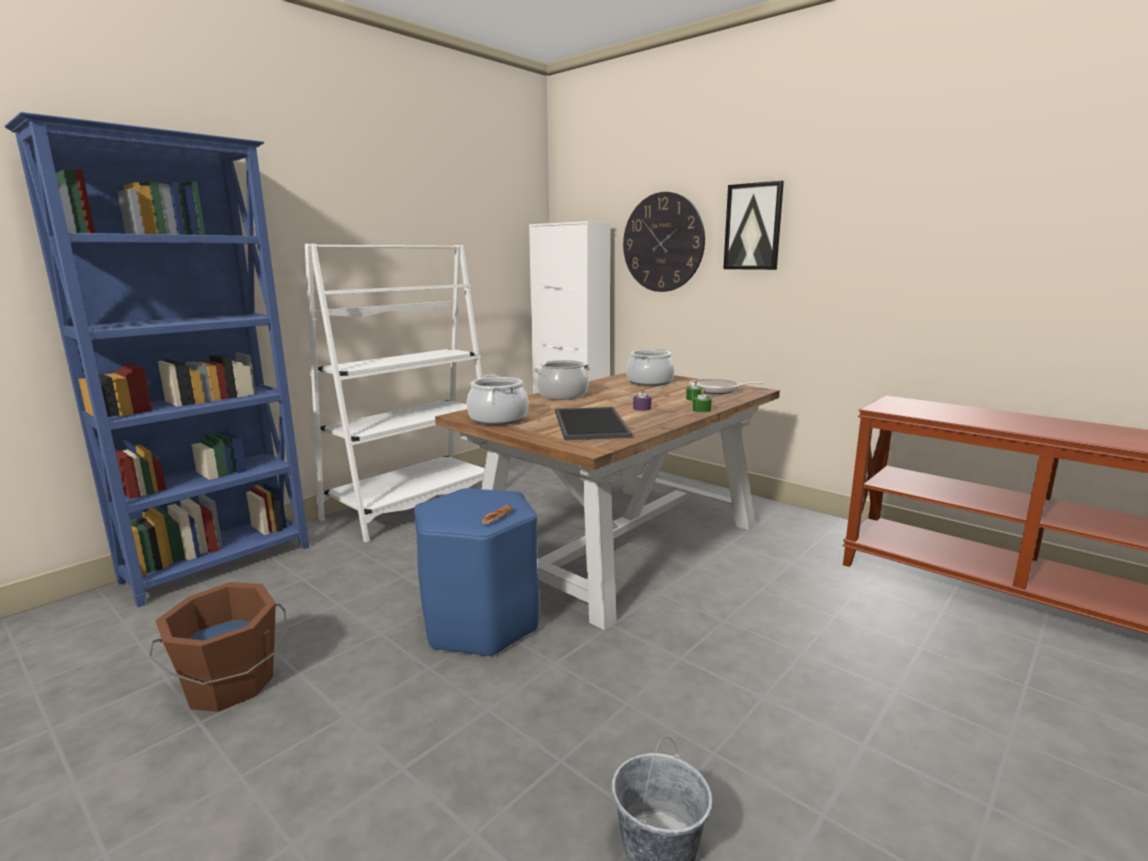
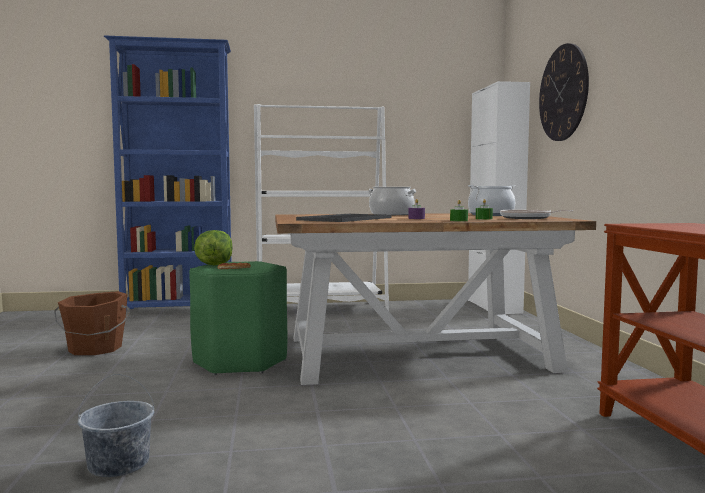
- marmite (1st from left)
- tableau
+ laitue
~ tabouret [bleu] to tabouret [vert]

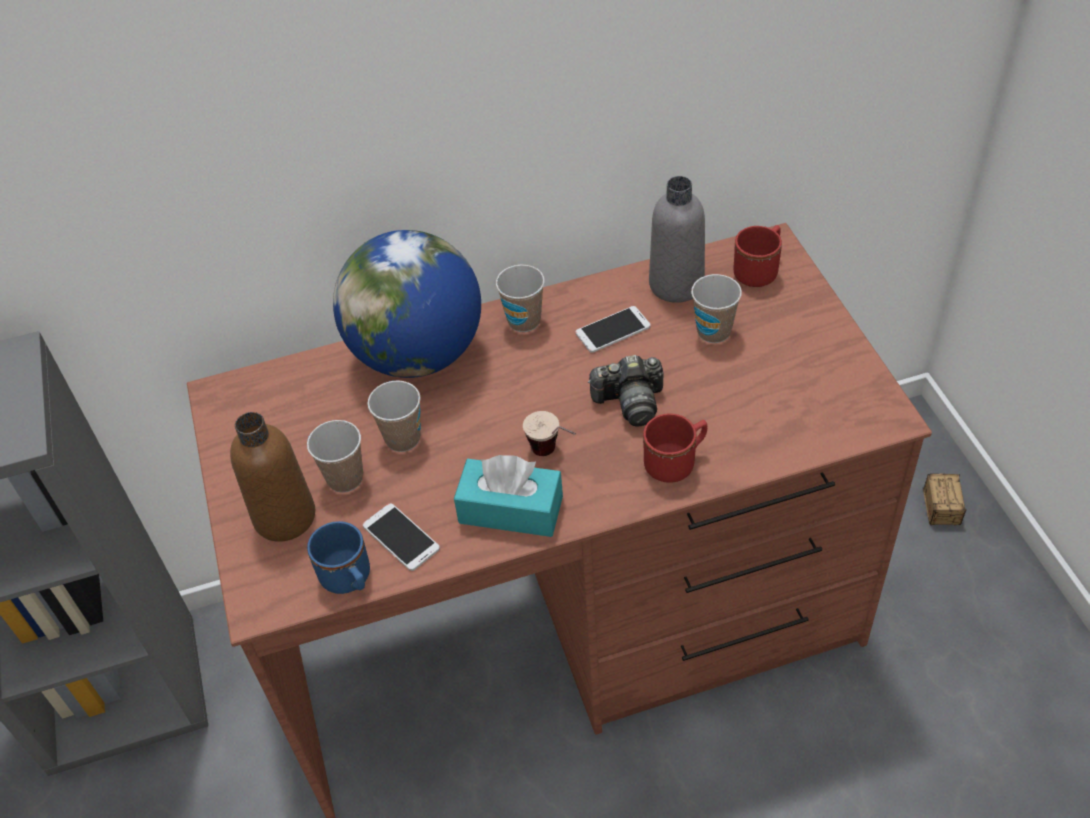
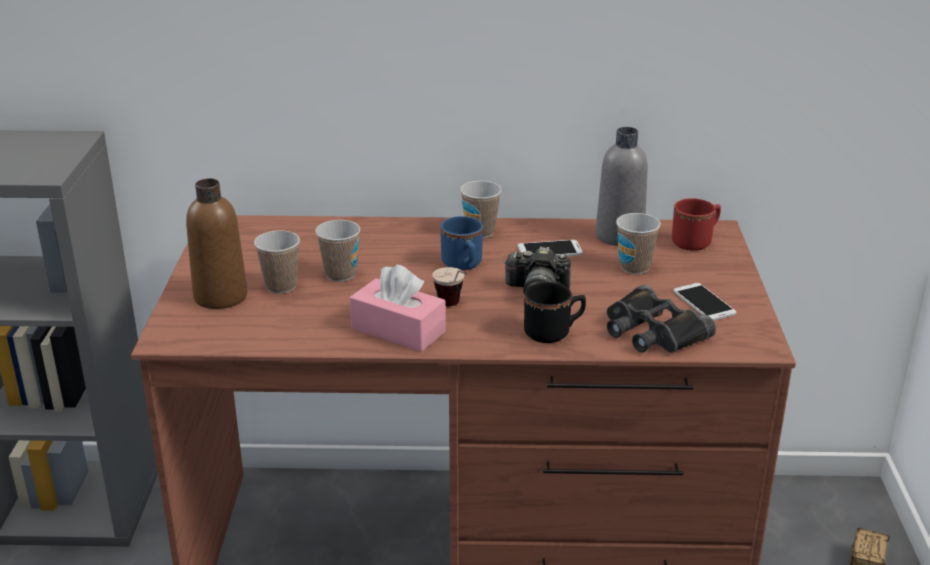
- globe
+ jumelles [noir]
~ mug [bleu]
~ téléphone (1st from left in the first image) to téléphone (2nd from left)
~ boîte à mouchoirs [turquoise] to boîte à mouchoirs [rose]
~ mug [rouge] (1st from left) to mug [noir]

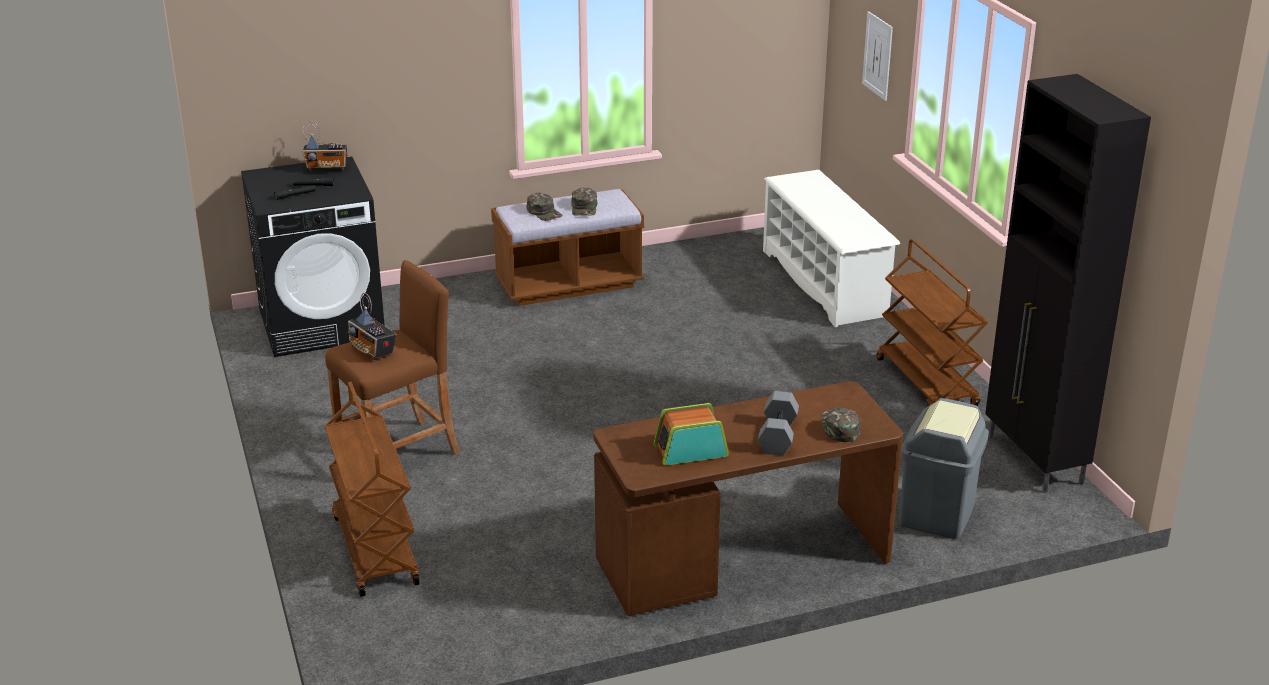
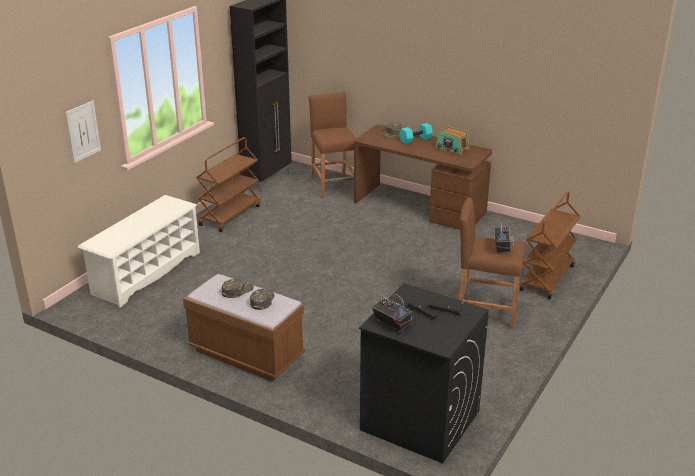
~ poubelle [gris] to tabouret [marron] (1st from left)
~ haltère [gris] to haltère [turquoise]

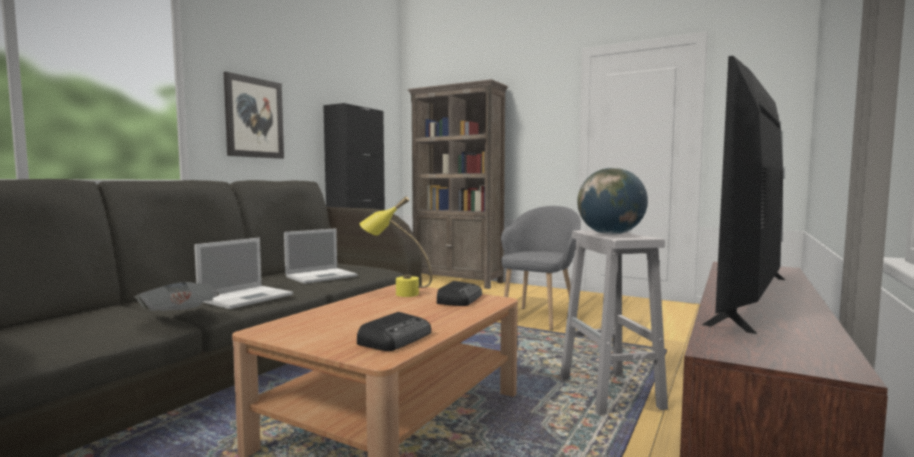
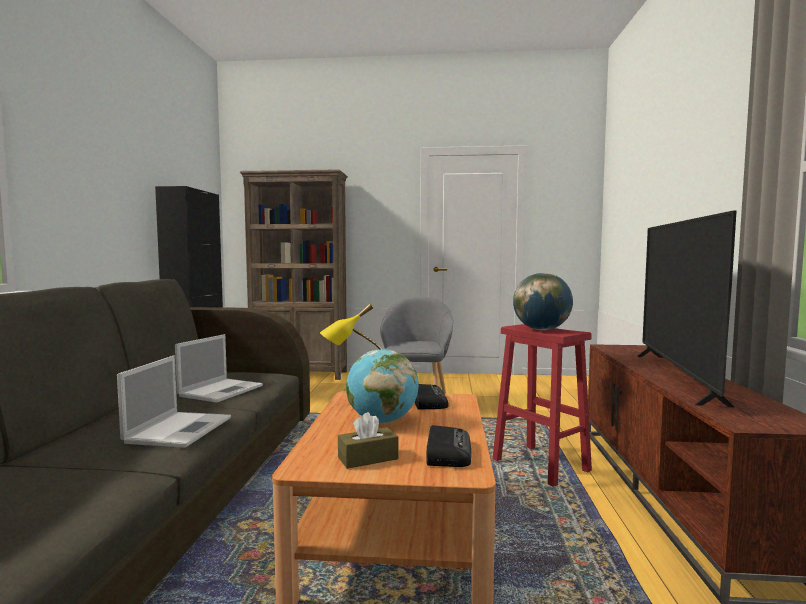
- journal
- tableau
+ boîte à mouchoirs [marron]
+ globe (1st from left)
~ tabouret [blanc] to tabouret [rouge]

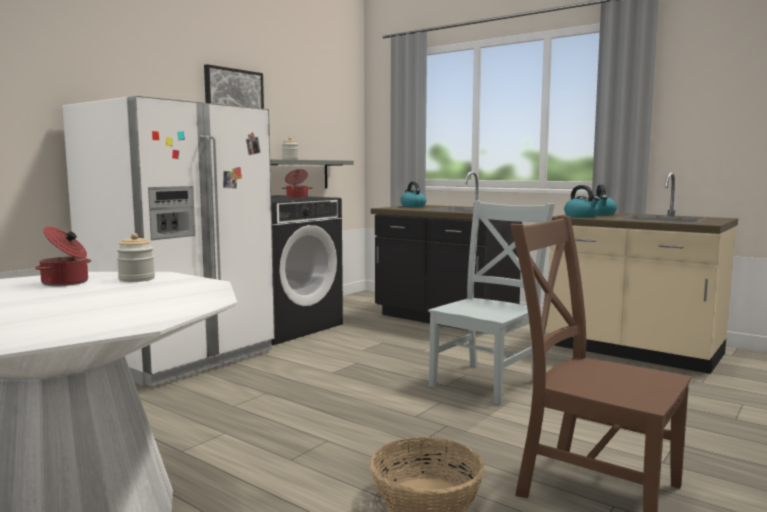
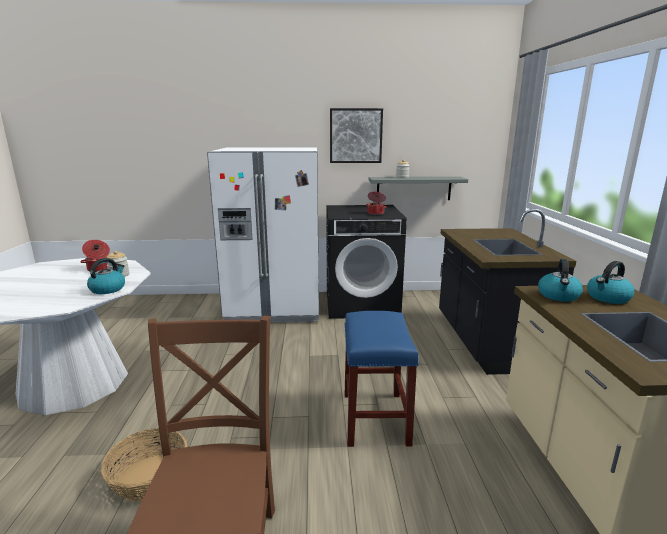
~ bouilloire (1st from left)
~ chaise [gris] to tabouret [bleu]

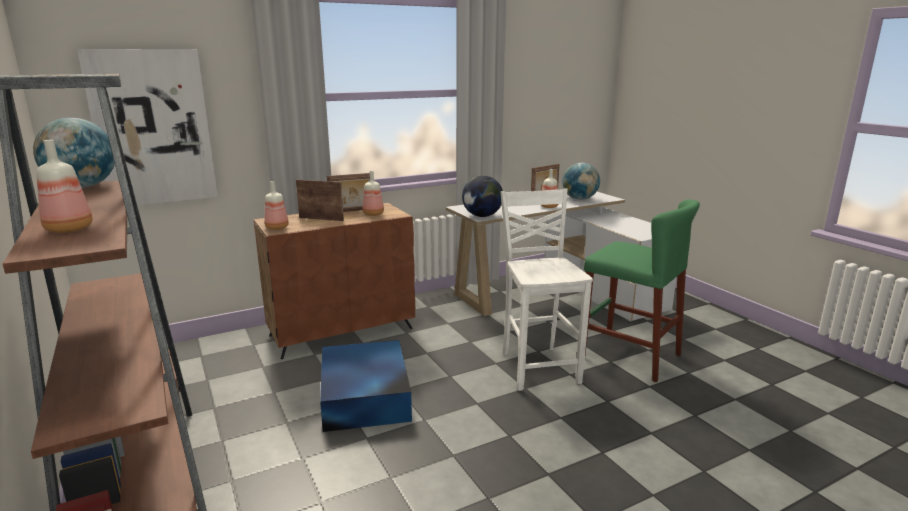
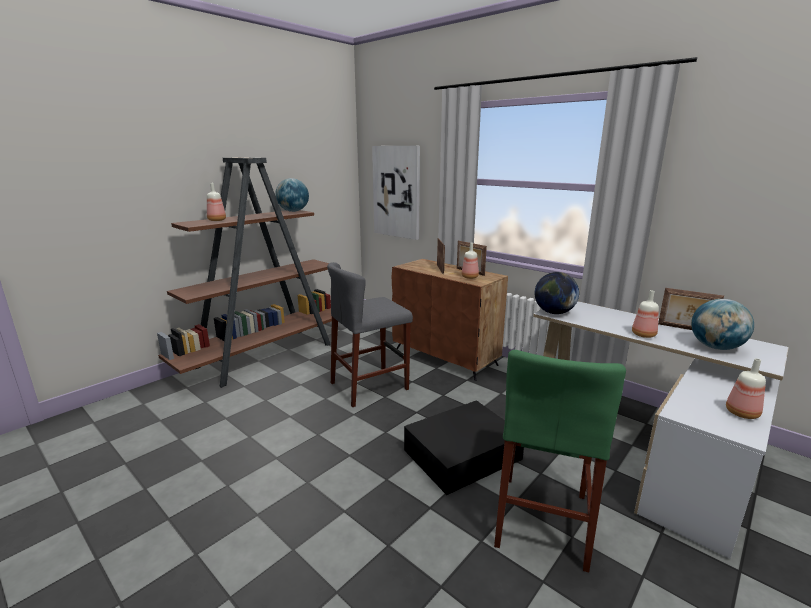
~ bouteille (2nd from left in the first image) to bouteille (4th from left)
~ boîte de rangement [bleu] to tabouret [gris]
~ chaise [blanc] to boîte de rangement [noir]

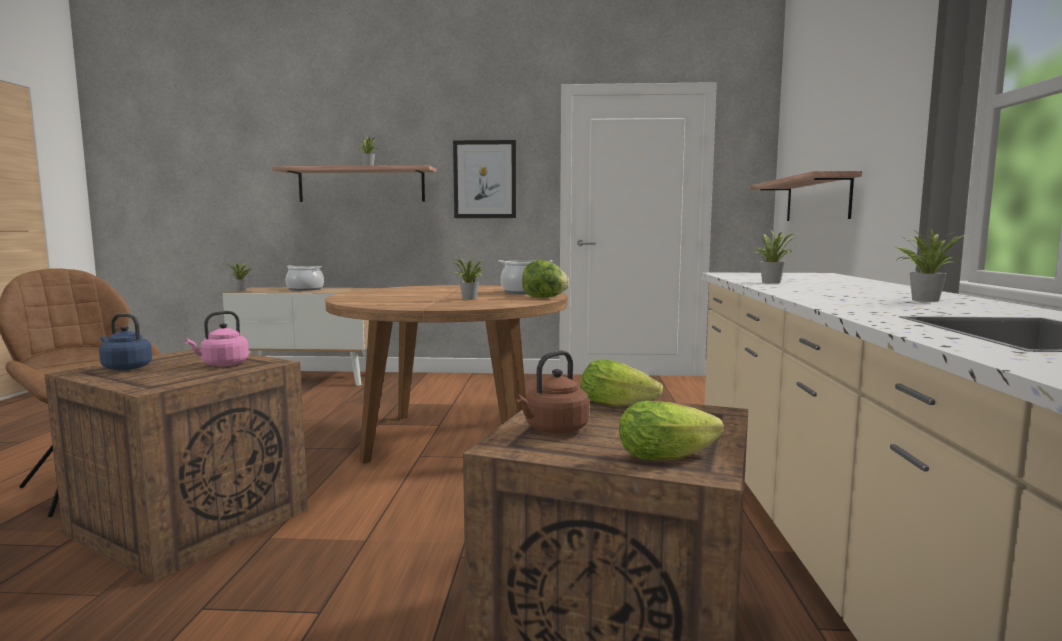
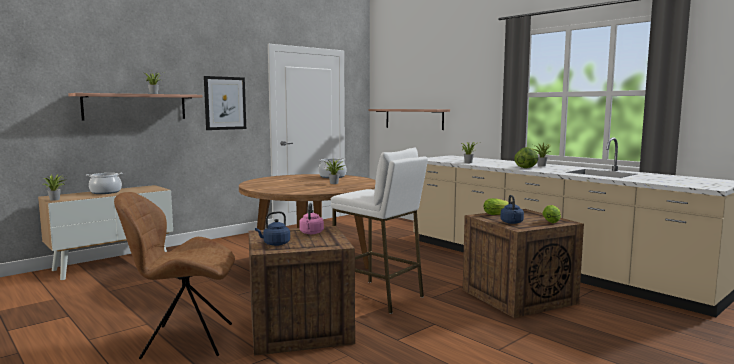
+ tabouret [blanc]
~ laitue (1st from left in the first image) to laitue (2nd from left)
~ bouilloire [marron] to bouilloire [bleu] (2nd from left)

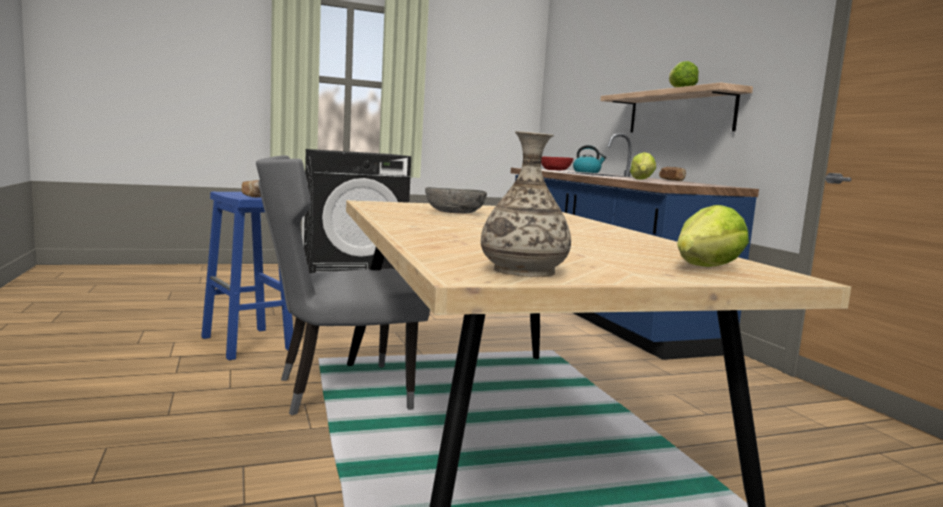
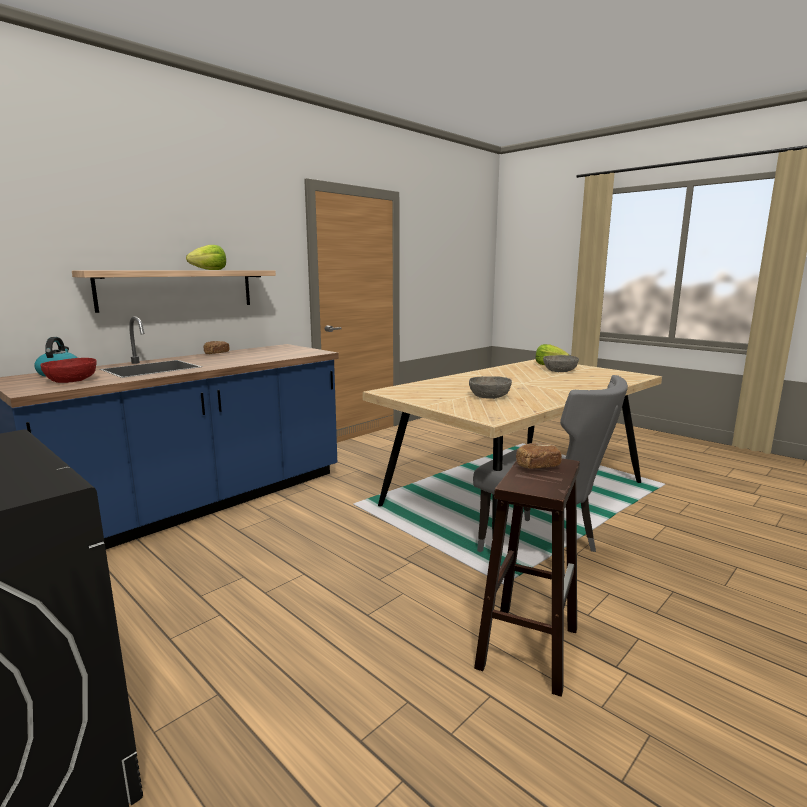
- vase
- laitue (1st from left)
+ bol [gris] (2nd from left)
~ tabouret [bleu] to tabouret [marron]

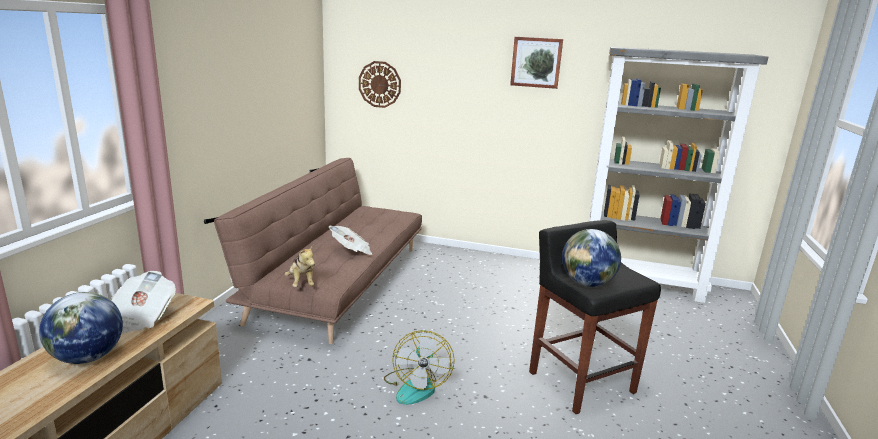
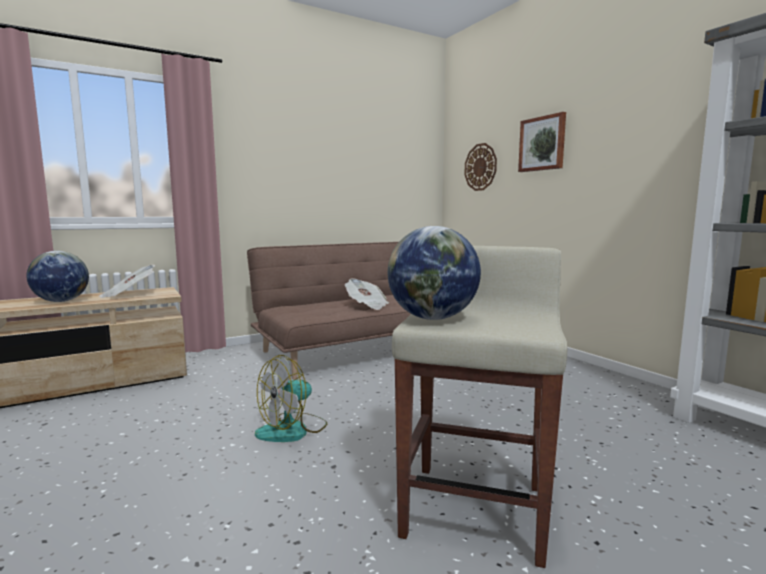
- peluche
~ tableau
~ tabouret [noir] to tabouret [beige]

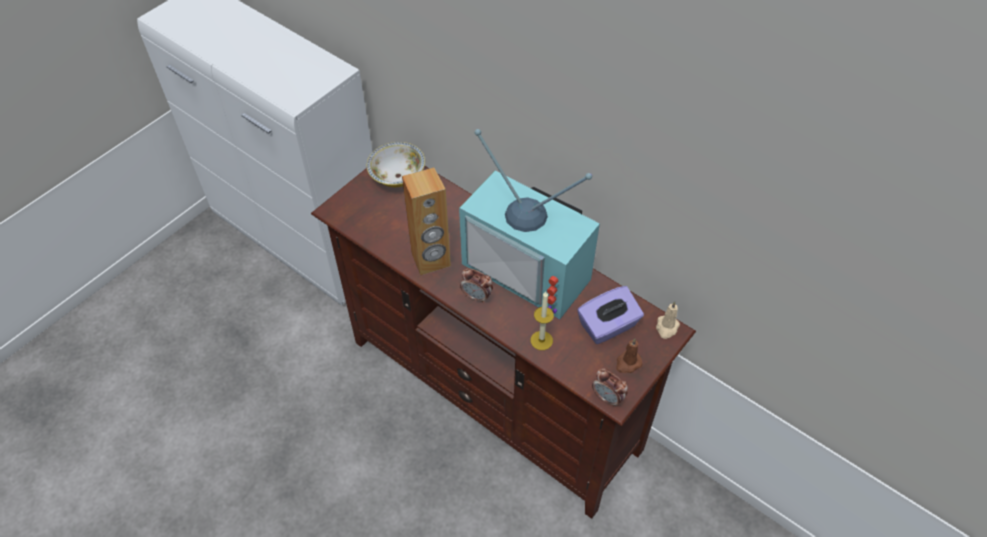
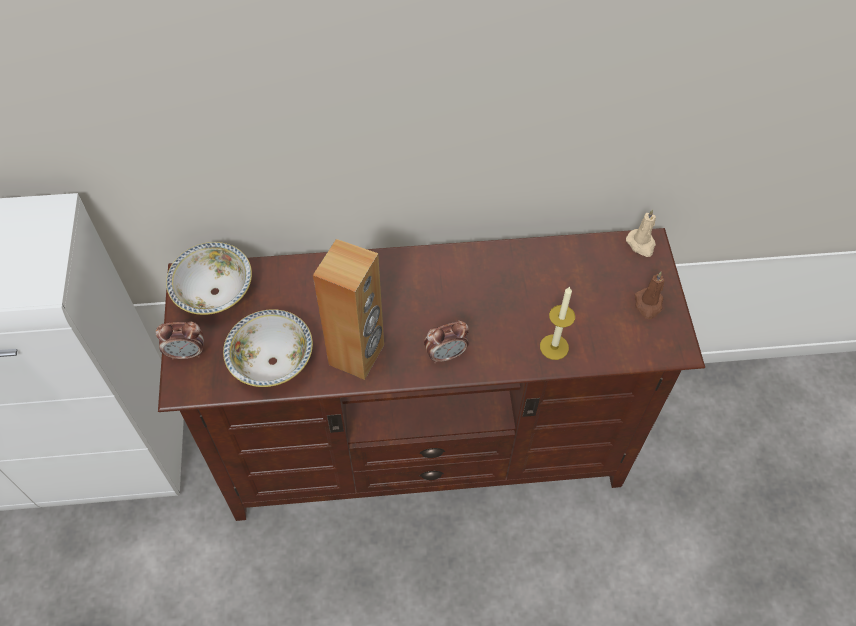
- téléviseur
- boîte à mouchoirs [violet]
+ bol (2nd from left)
~ réveil (2nd from left in the first image) to réveil (1st from left)

